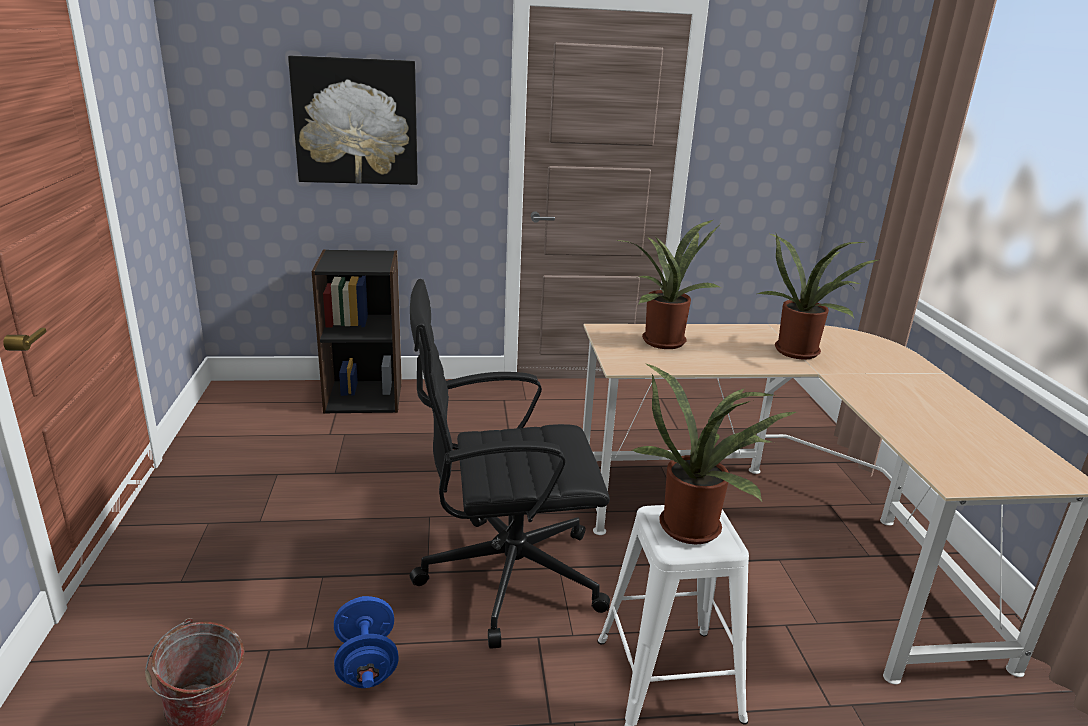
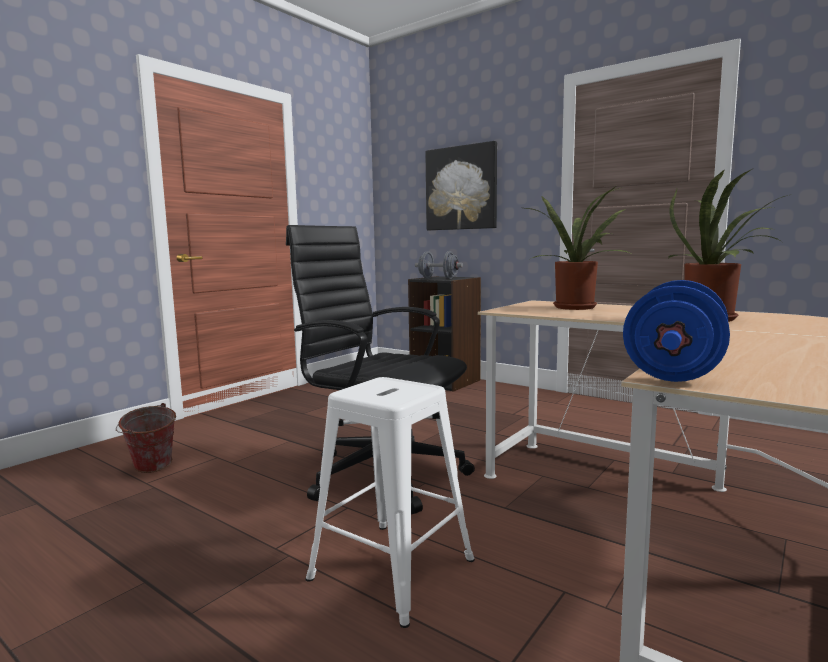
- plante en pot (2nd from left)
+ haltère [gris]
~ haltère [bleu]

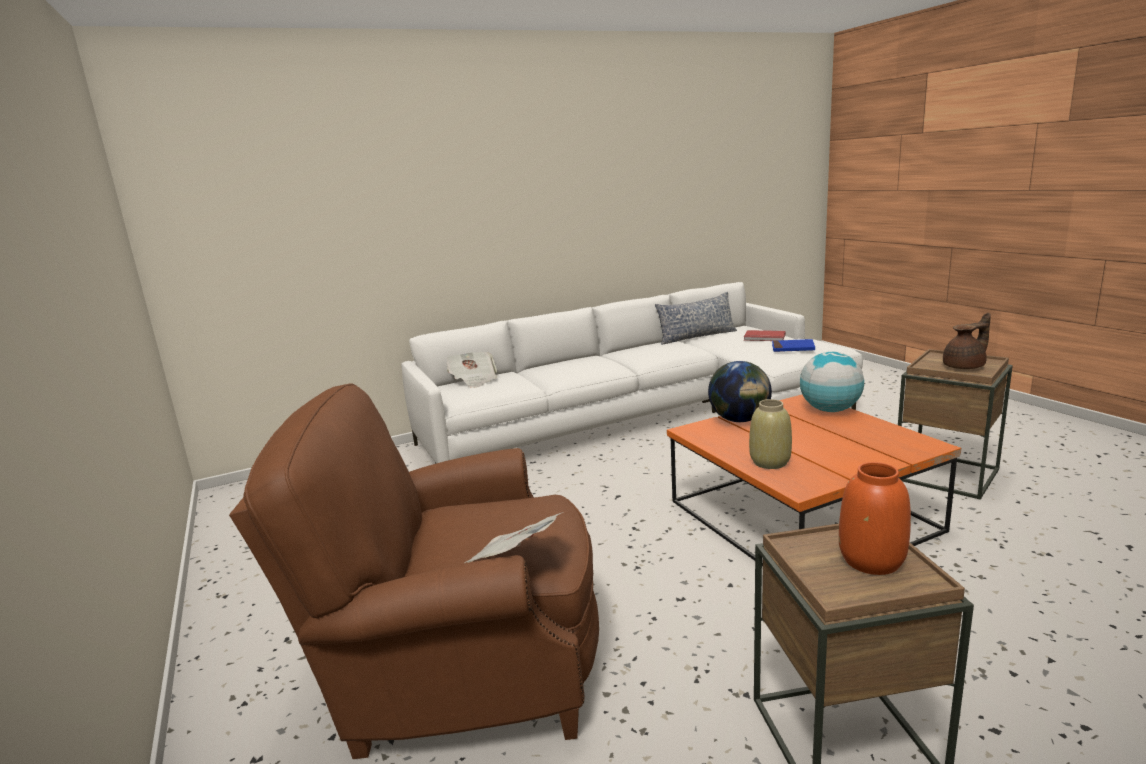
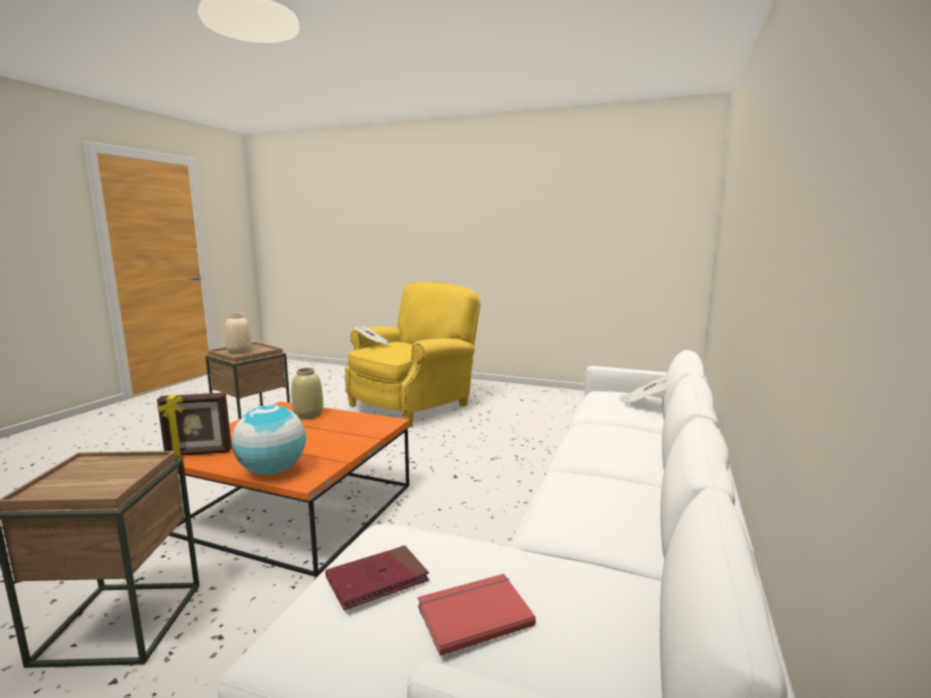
- coussin
- globe (1st from left)
- théière [marron]
+ cadre photo
~ fauteuil [marron] to fauteuil [jaune]
~ livre [bleu] to livre [rouge] (1st from left)
~ vase [orange] to vase [beige] (1st from left)

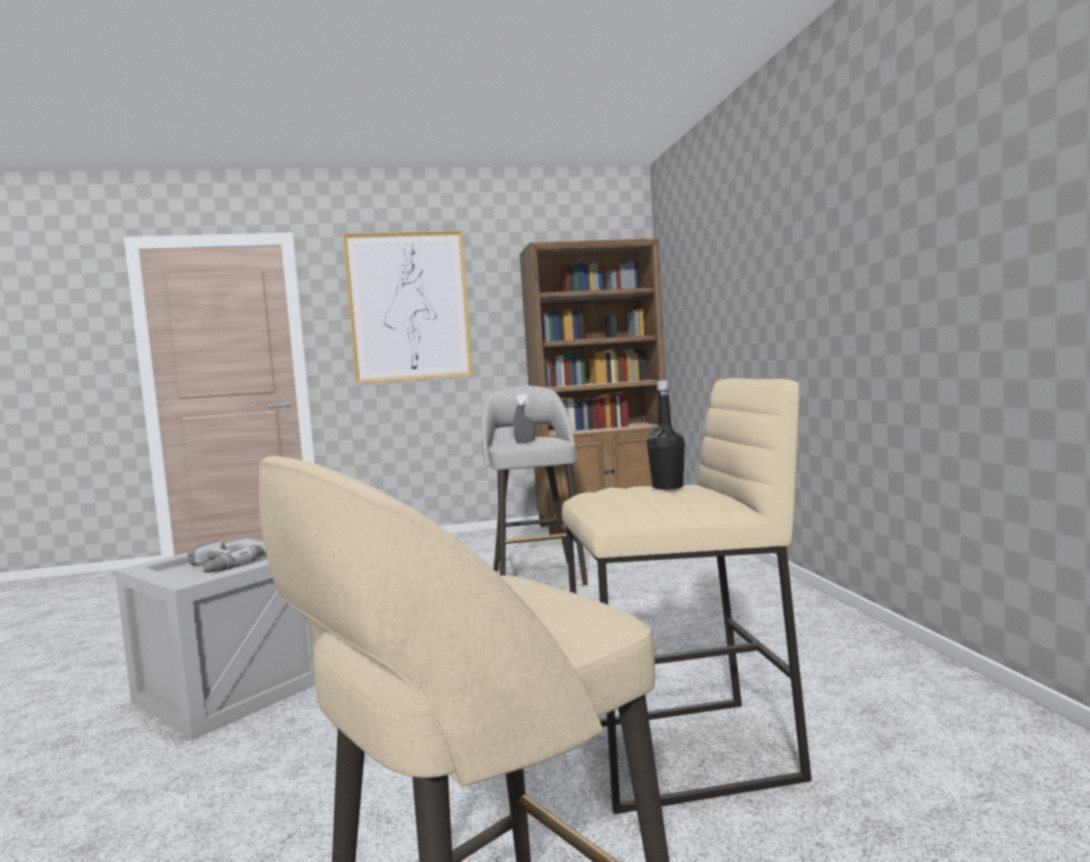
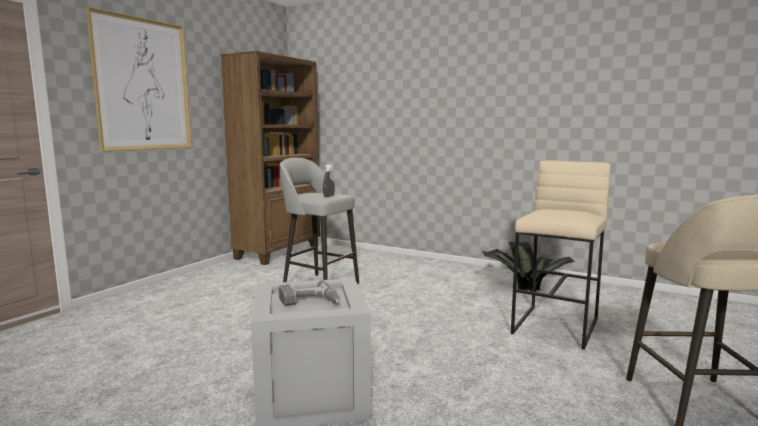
- bouteille [noir]
+ plante en pot

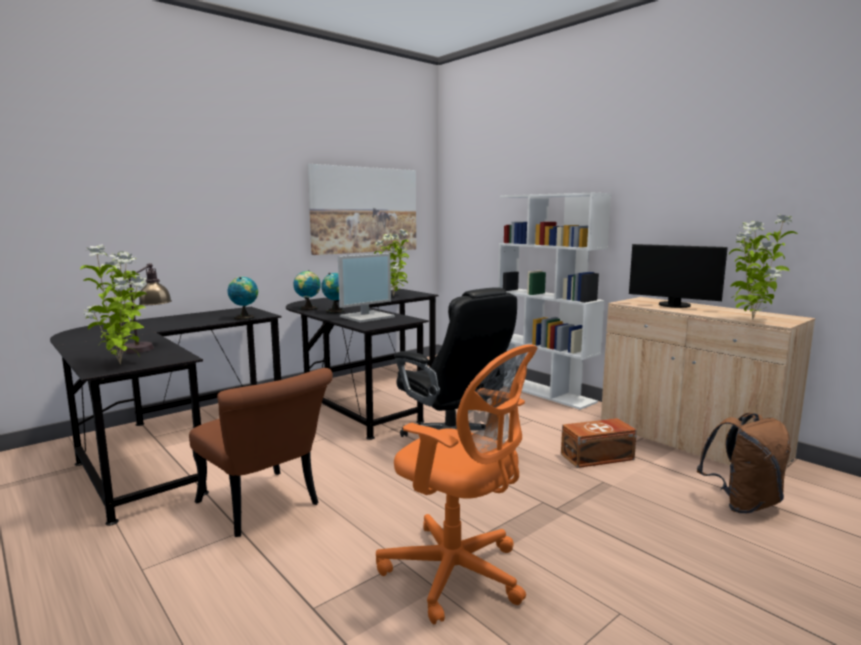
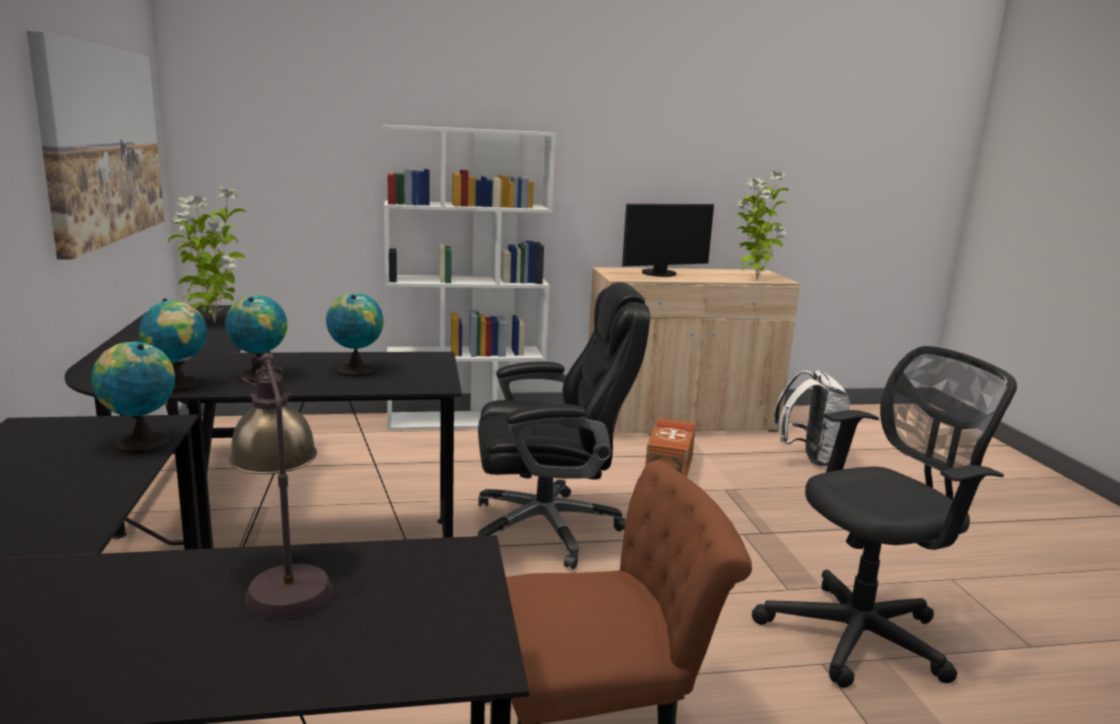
- plante en pot (1st from left)
~ écran d'ordinateur (1st from left) to globe (4th from left)
~ chaise de bureau [orange] to chaise de bureau [noir] (2nd from left)
~ sac à dos [marron] to sac à dos [blanc]

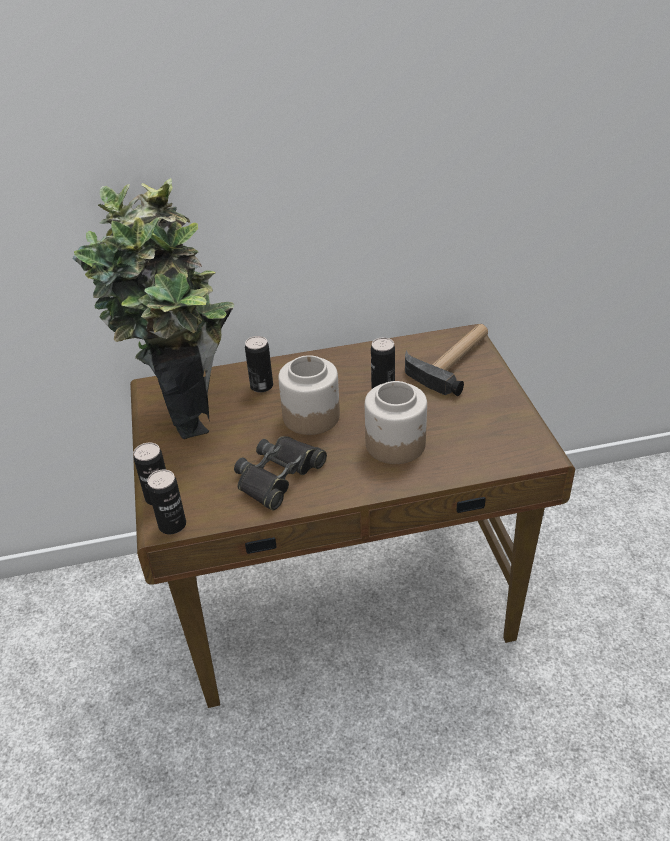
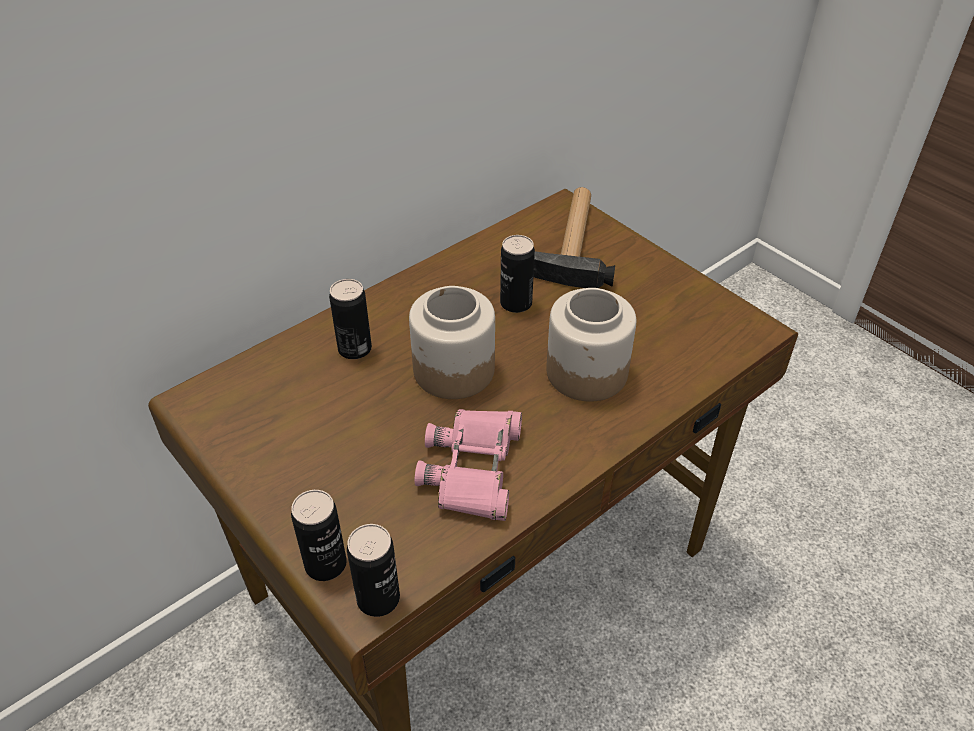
- plante en pot
~ jumelles [noir] to jumelles [rose]

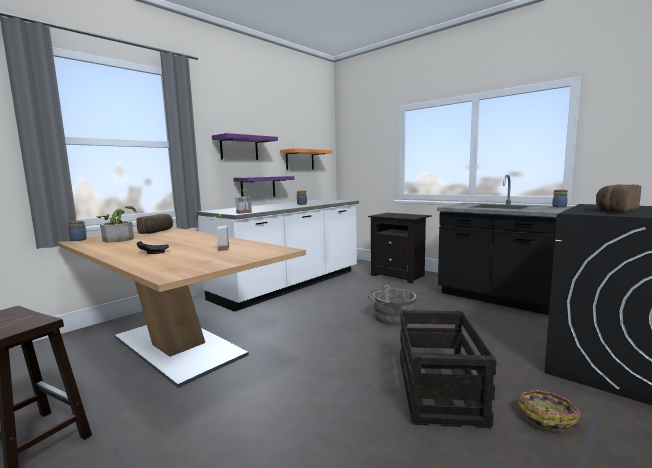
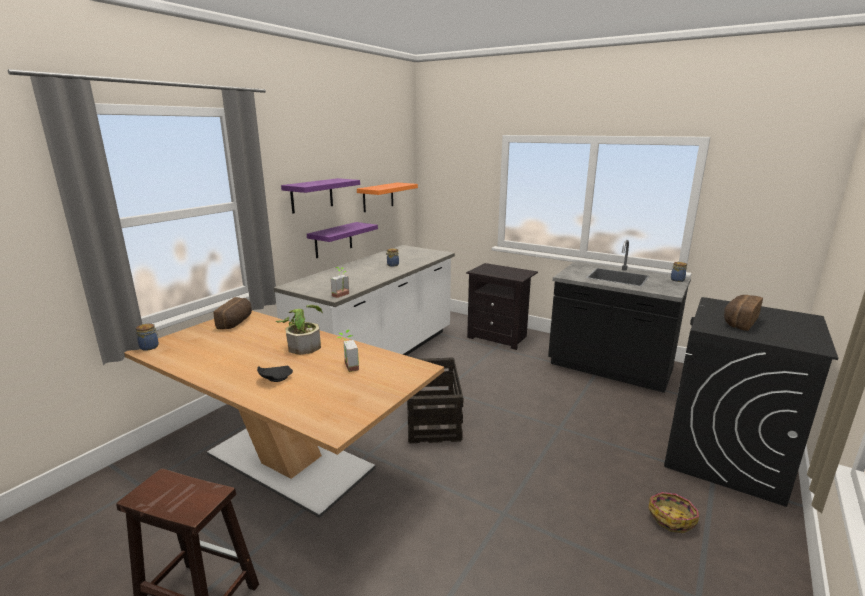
- seau [gris]
~ plante en pot (1st from left)
~ caisse

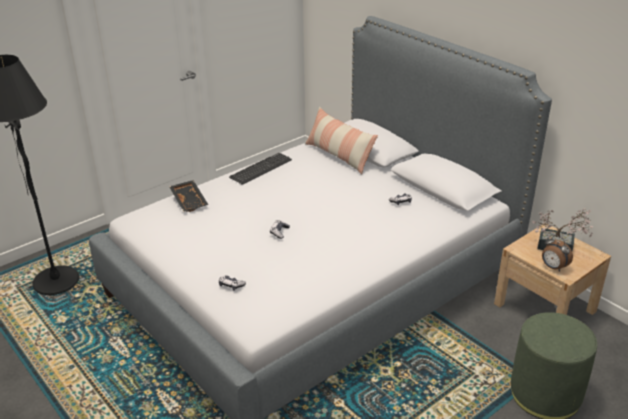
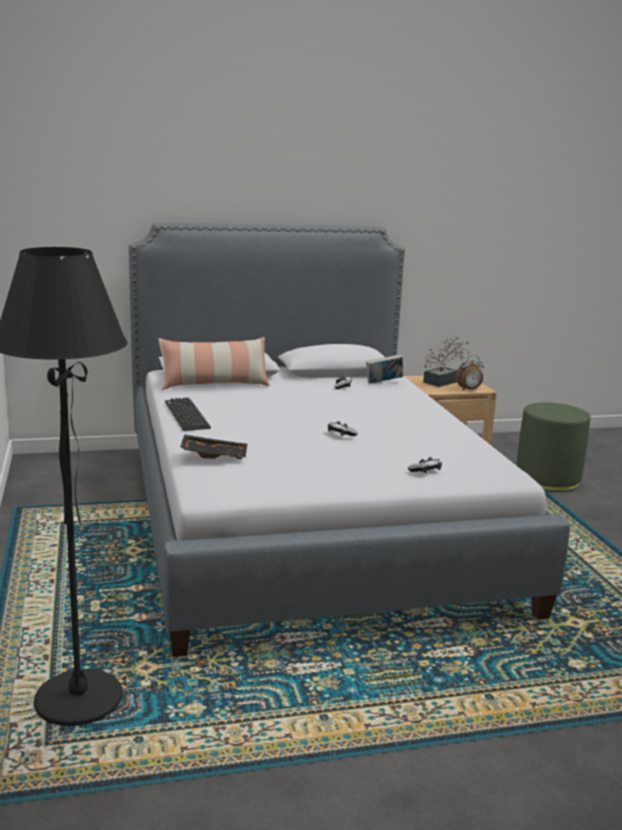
+ livre

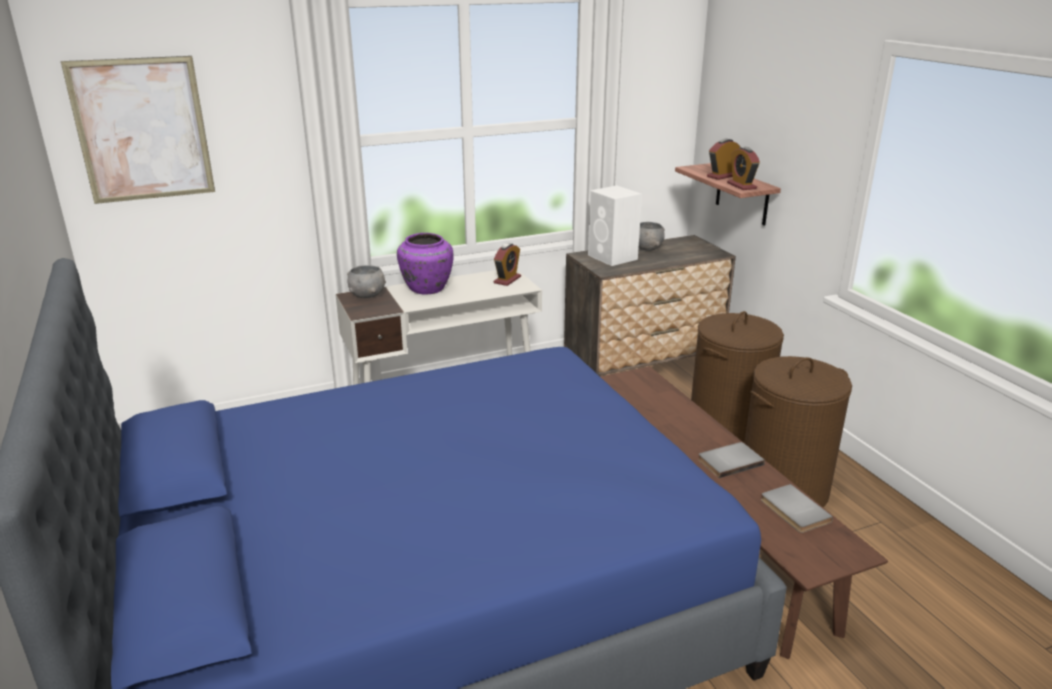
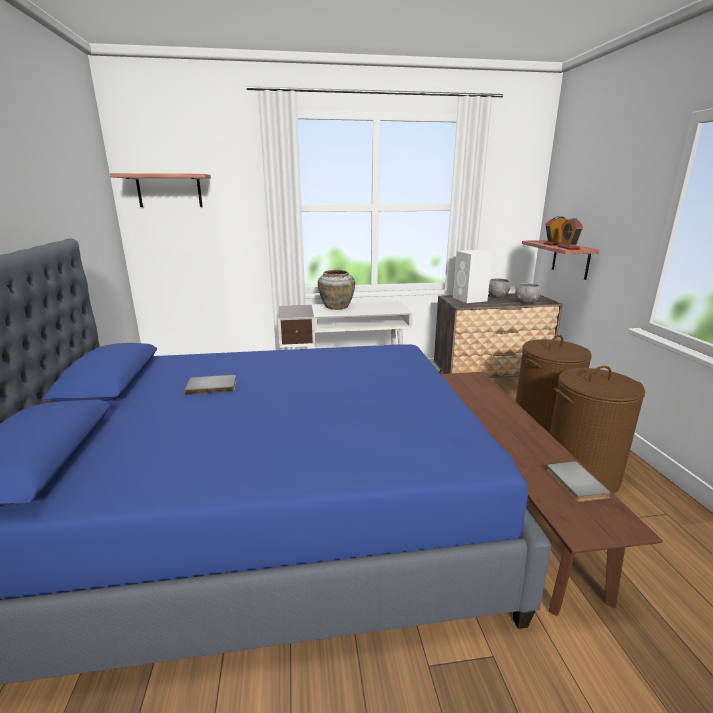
- réveil (1st from left)
~ bol [gris] (1st from left in the first image) to bol [gris] (2nd from left)
~ livre [gris] (1st from left)
~ tableau to étagère (1st from left)
~ vase [violet] to vase [beige]

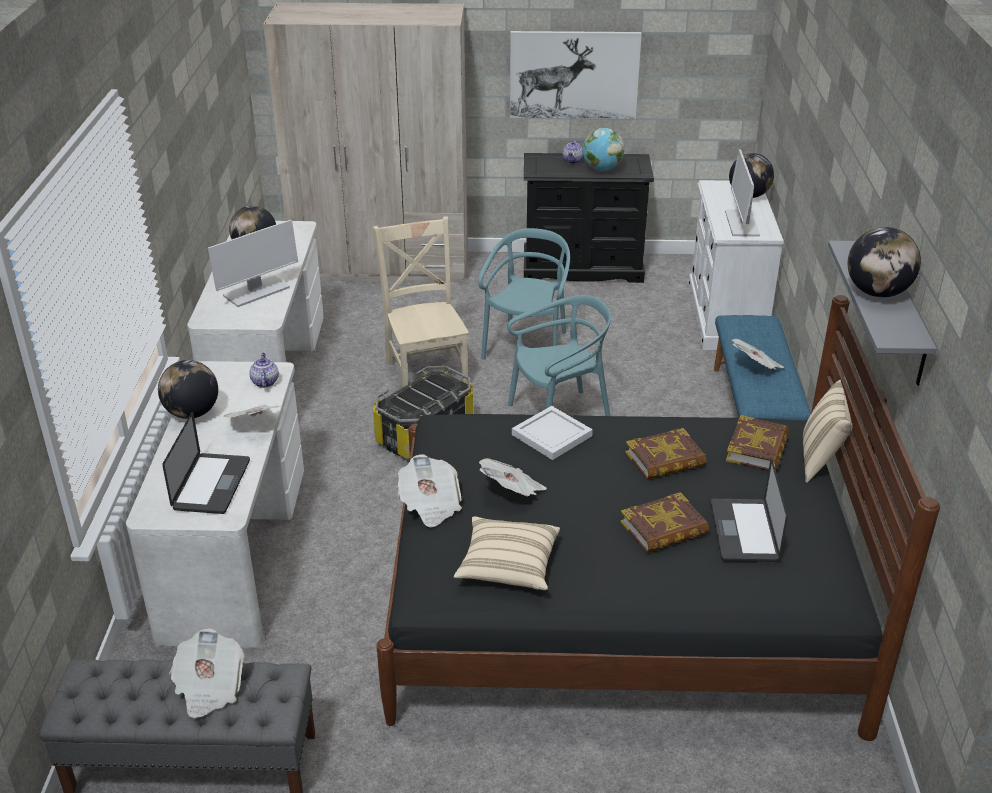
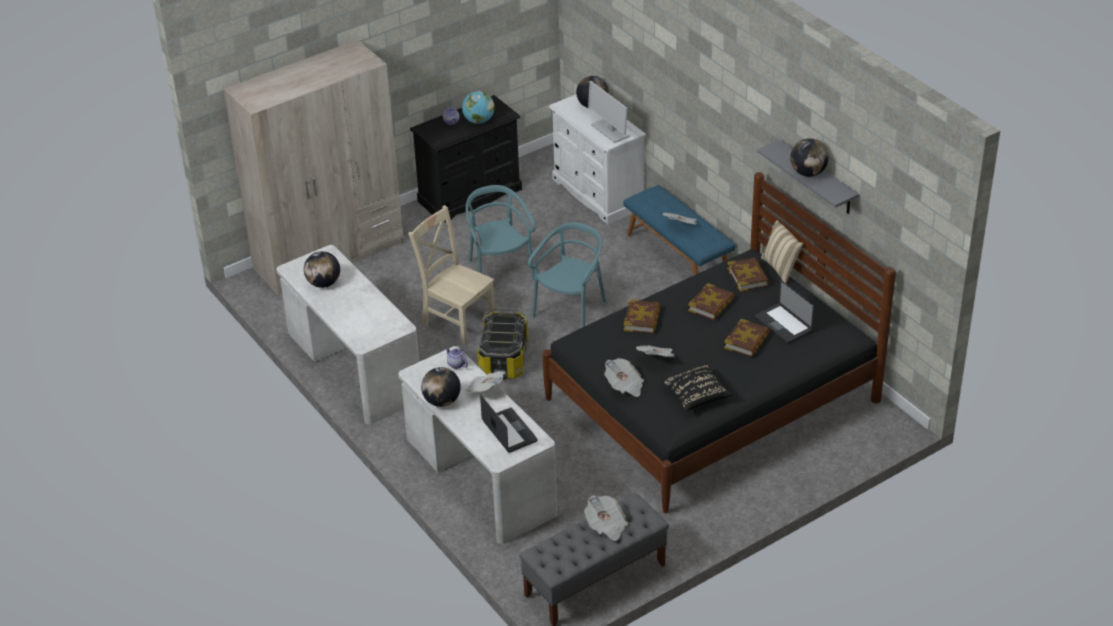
- écran d'ordinateur (1st from left)
- tableau
~ plateau [blanc] to livre (1st from left)
~ coussin [beige] (1st from left) to coussin [noir]

